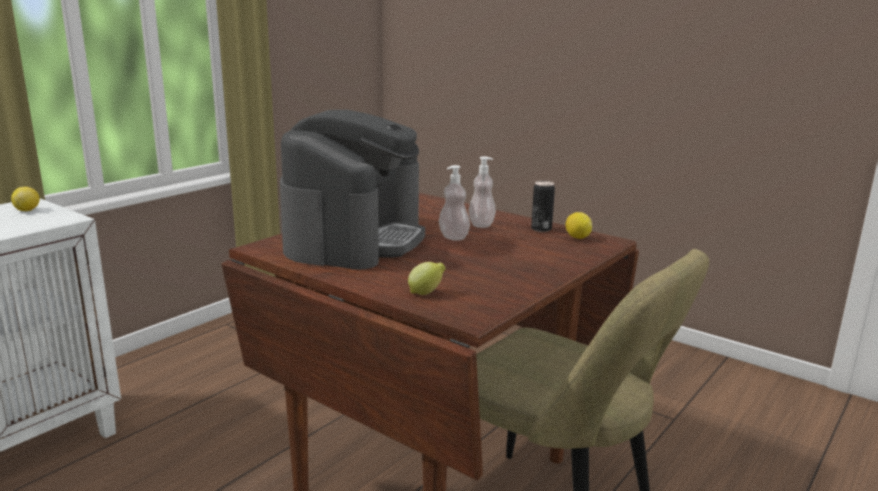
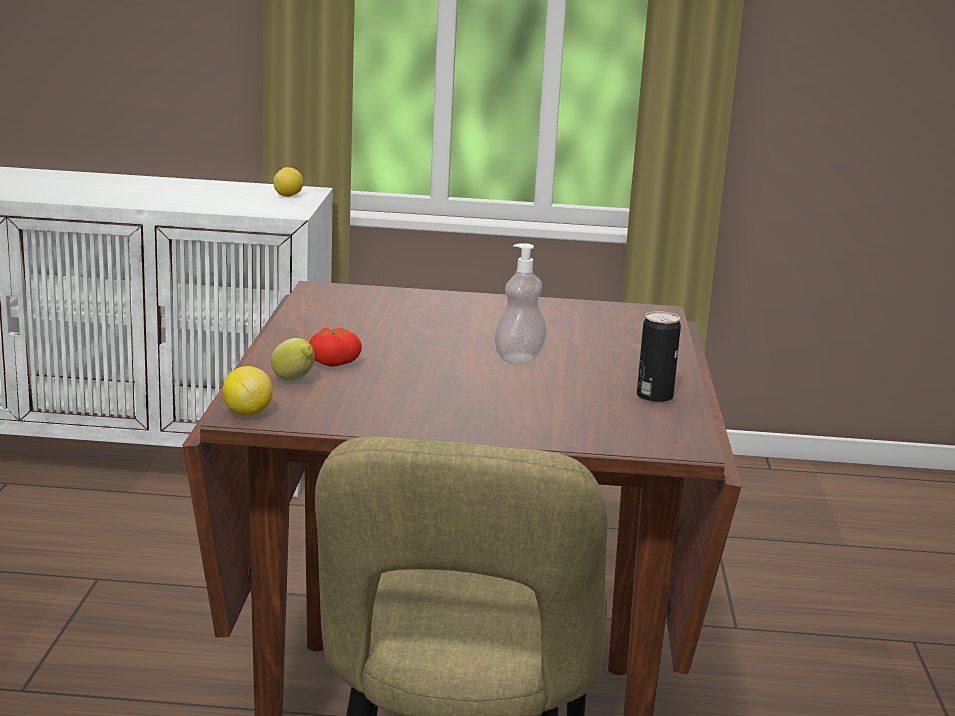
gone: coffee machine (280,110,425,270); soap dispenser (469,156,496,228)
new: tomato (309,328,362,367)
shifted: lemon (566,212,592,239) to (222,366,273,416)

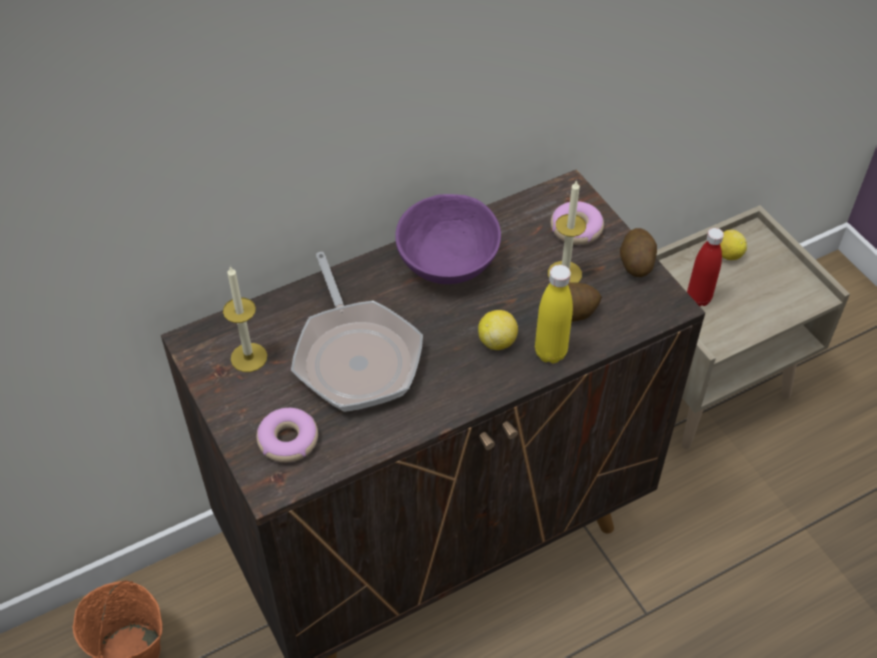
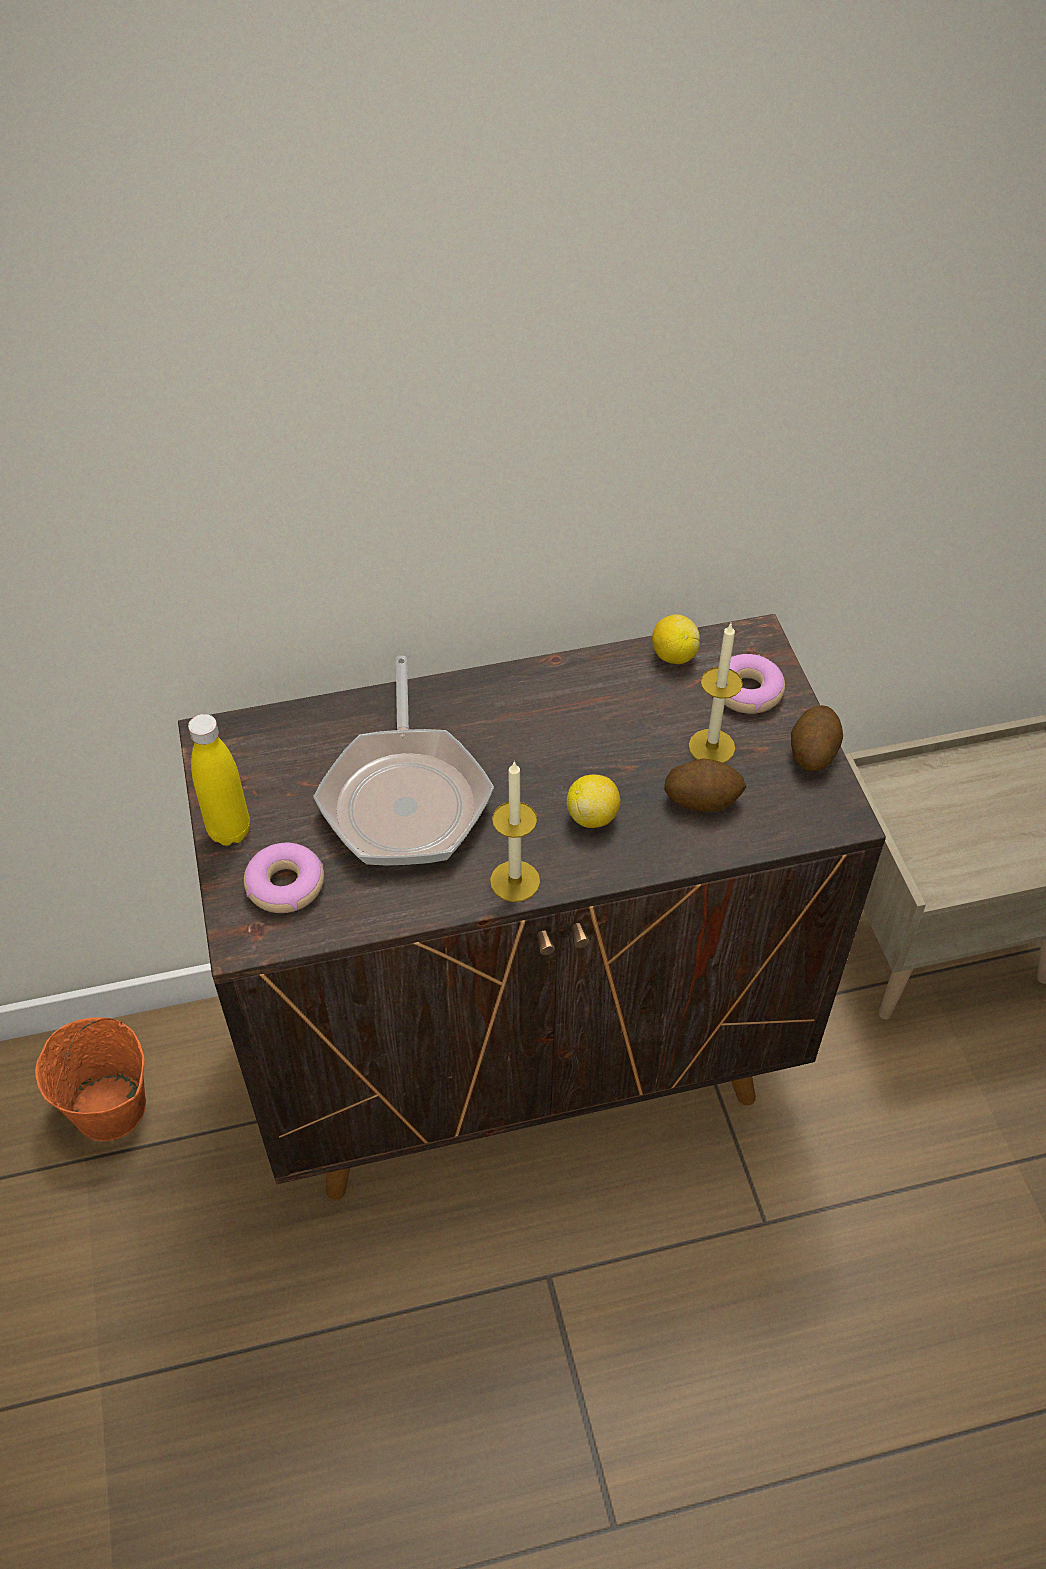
gone: purple bowl (395,194,501,284); red bottle (687,228,724,306)
shifted: lemon (720,230,747,260) to (652,614,700,664); candle (223,265,267,372) to (490,761,540,902); yellow bottle (535,265,573,363) to (188,714,250,846)

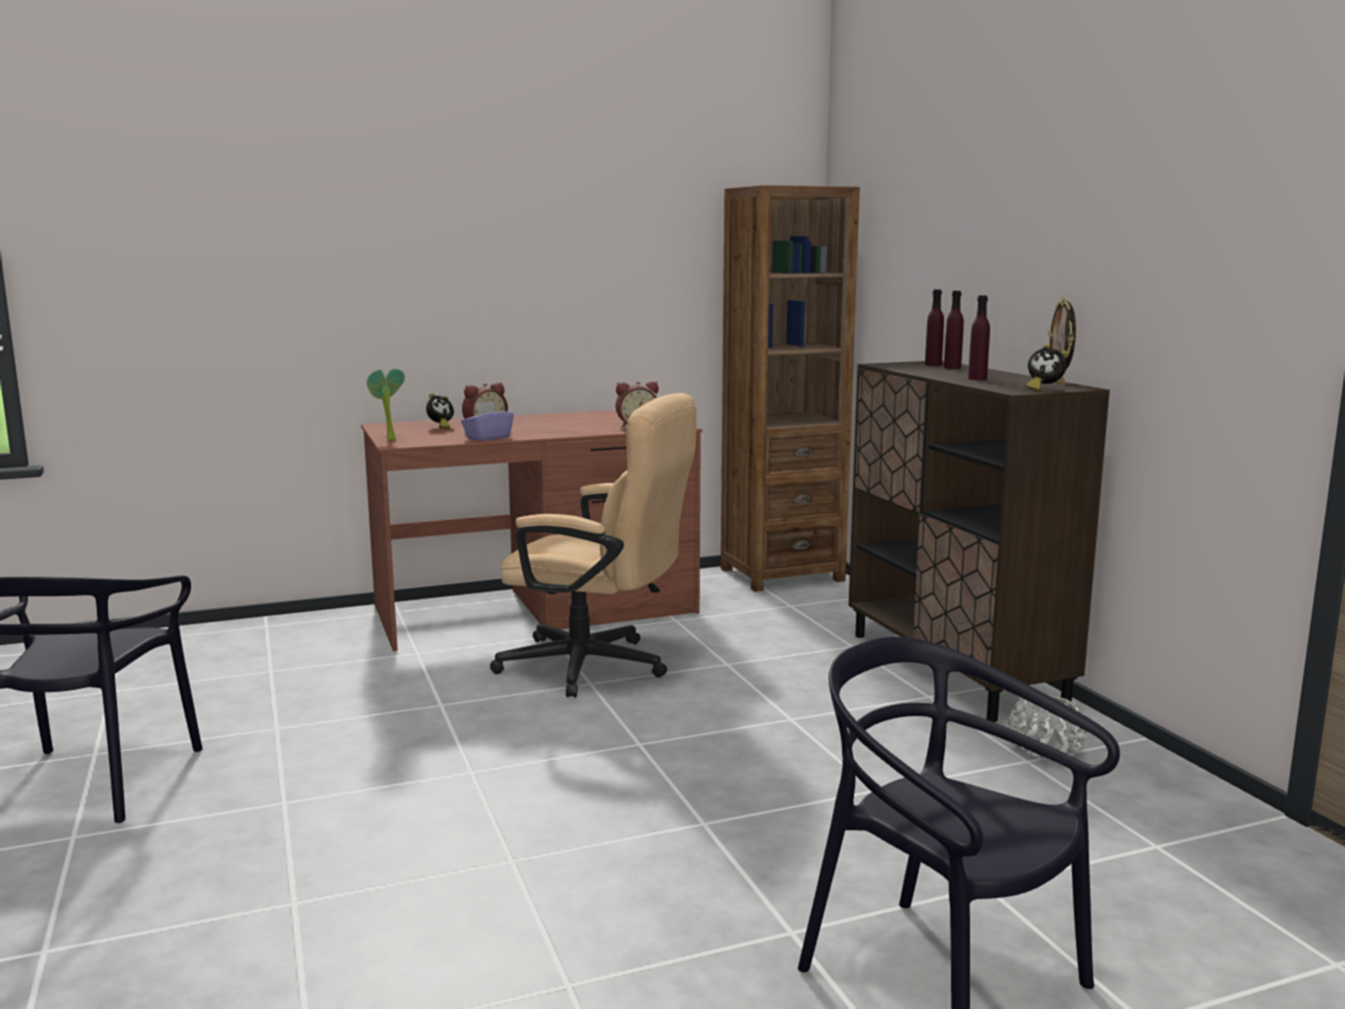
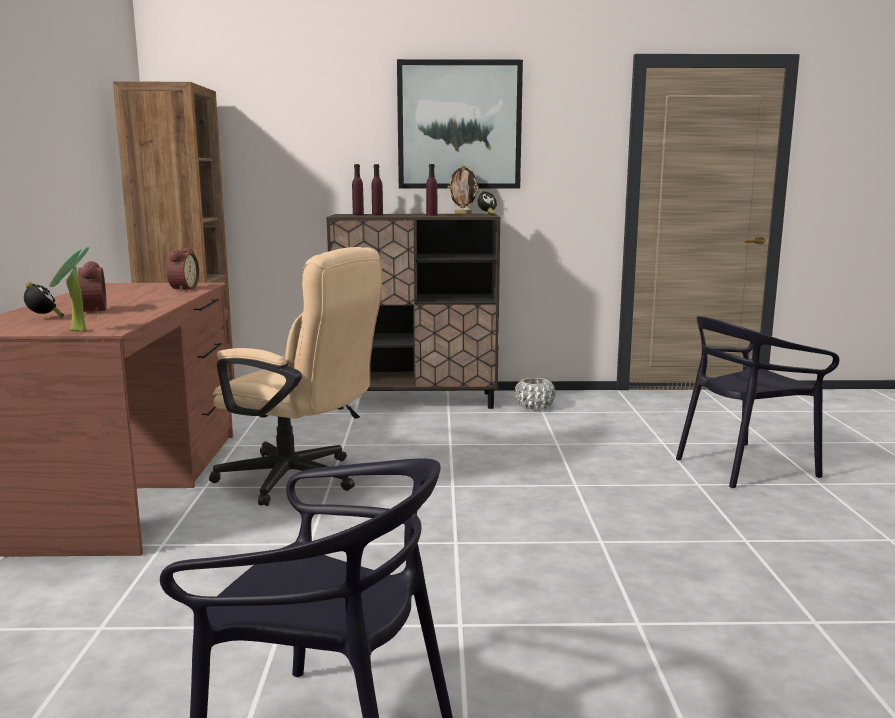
gone: purple tissue box (461,401,514,441)
new: picture (397,59,523,189)
rotated: beige office chair (490,393,697,697) = (209,247,382,506) 75 degrees clockwise

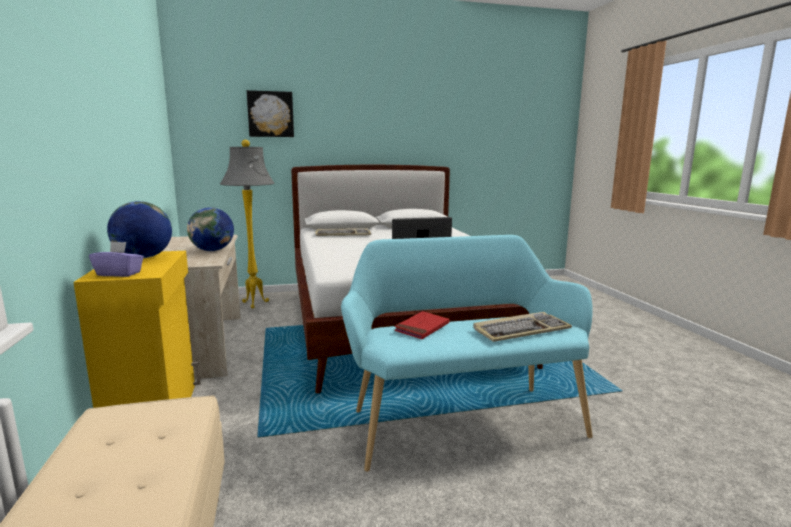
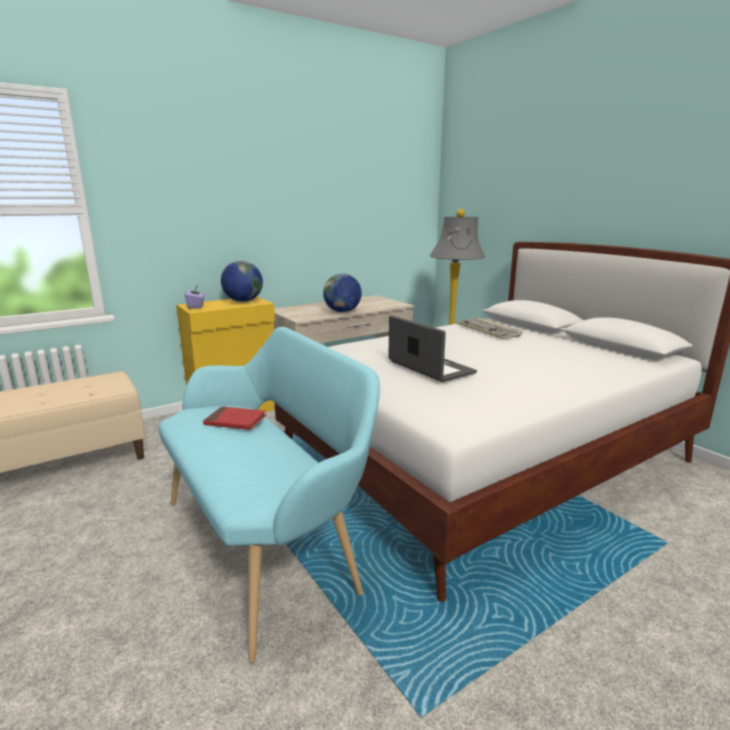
gone: picture (247,90,294,137); keyboard (473,312,572,342)

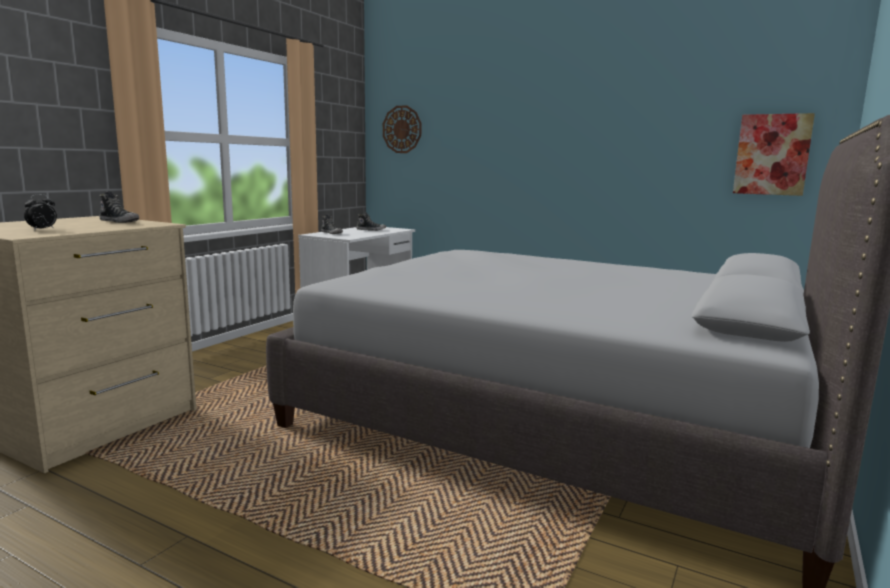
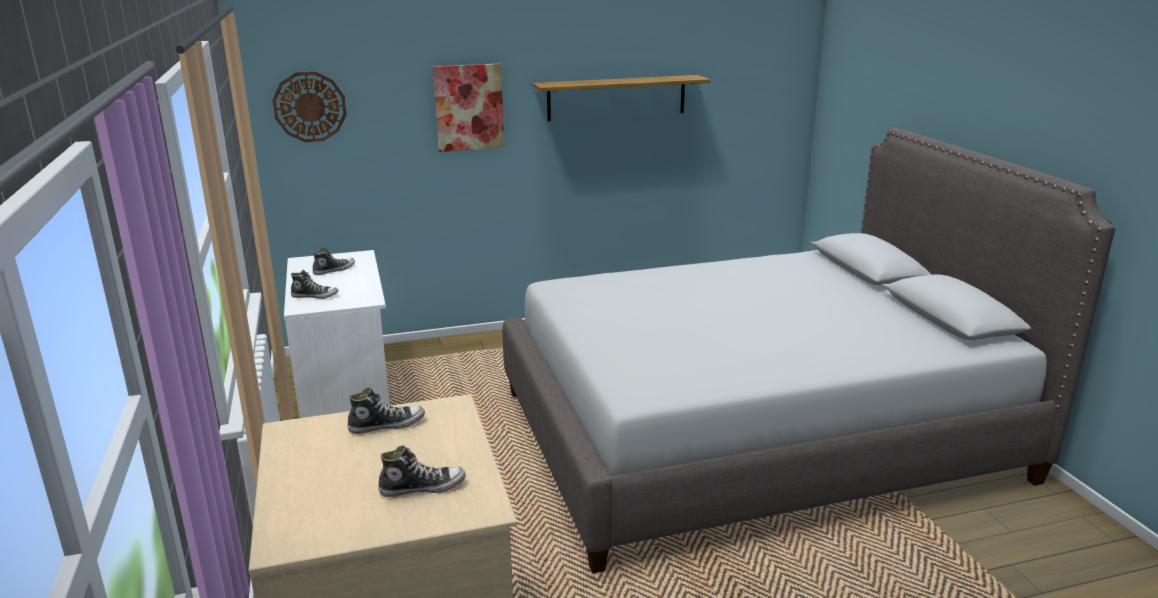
new: shelf (533,75,710,121)
shifted: picture (733,113,815,196) to (433,63,504,152)
swapped: alarm clock (24,194,57,230) to shoe (378,446,466,497)

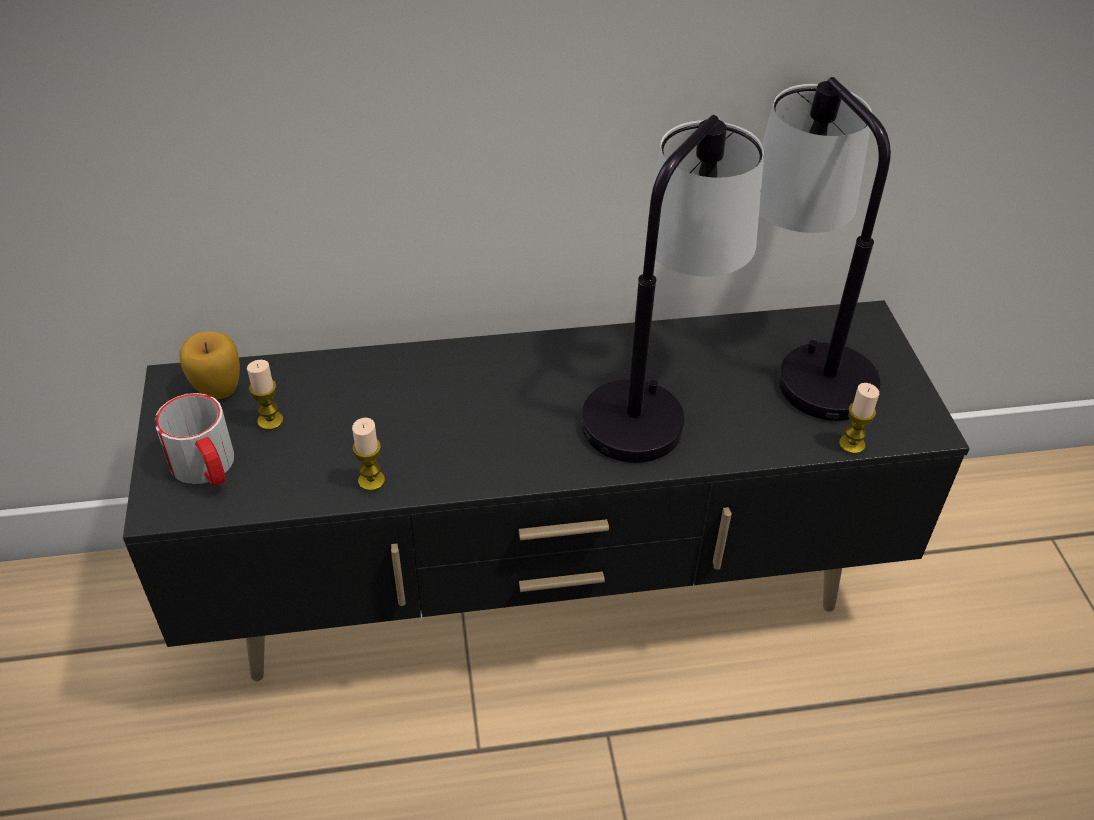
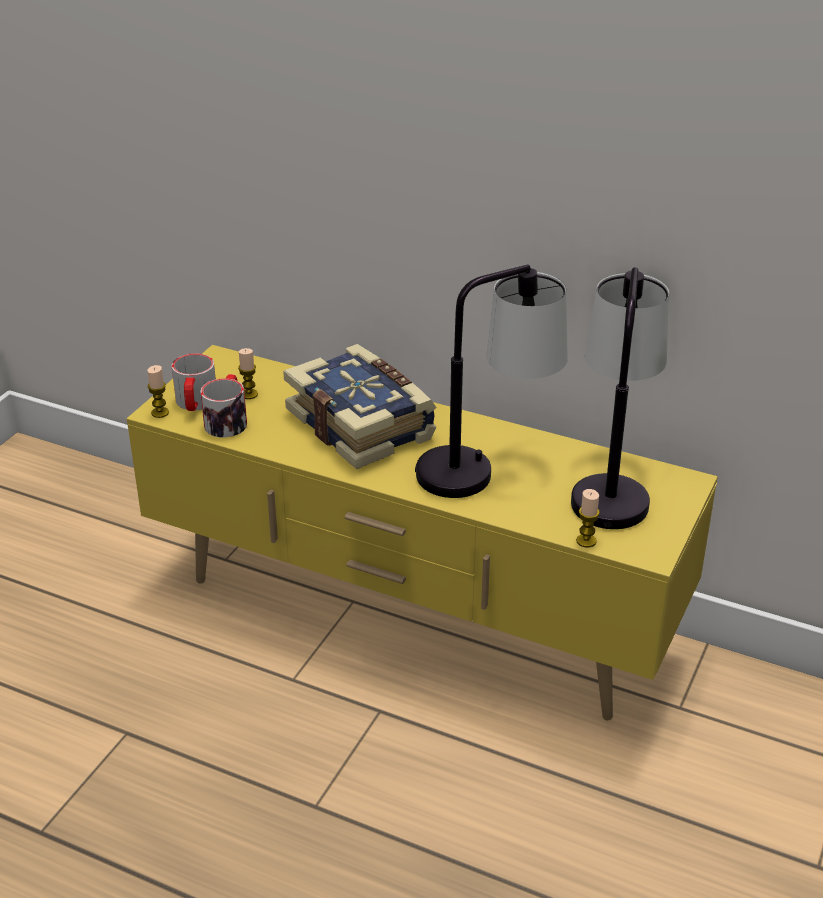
gone: apple (179,331,240,399)
new: book (283,344,437,469); mug (200,374,247,437)
shifted: candle (352,418,385,491) to (147,365,169,418)
repainted: black tv stand (123,300,970,681) to yellow tv stand (127,345,718,720)

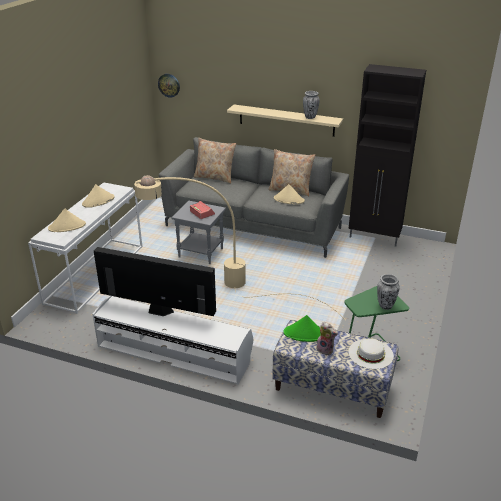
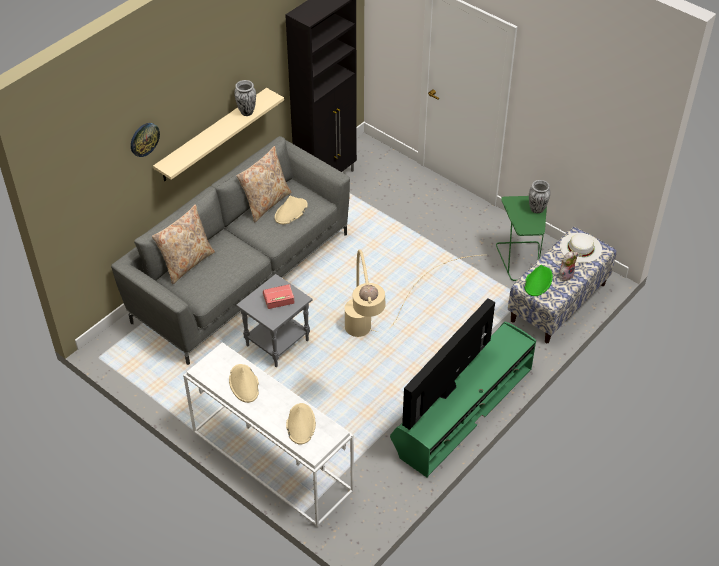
shifted: wall clock (158,74,180,98) to (131,123,160,157)
repainted: white tv stand (92,296,253,385) to green tv stand (390,322,536,477)

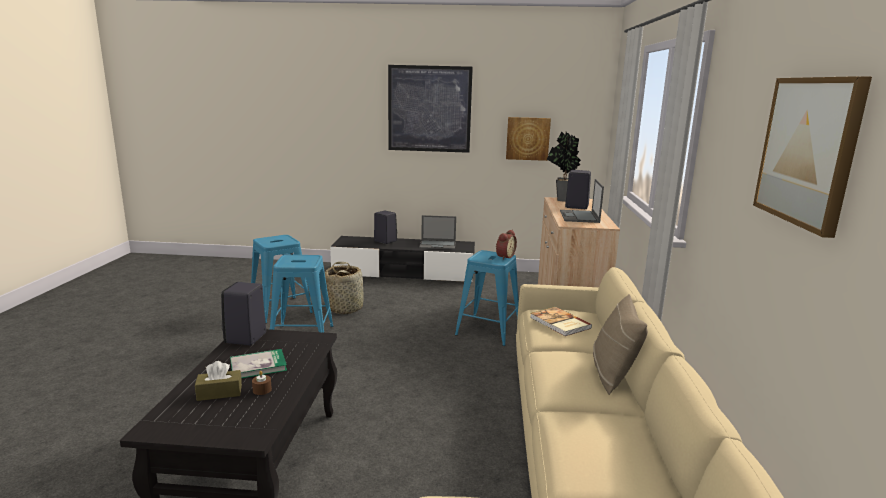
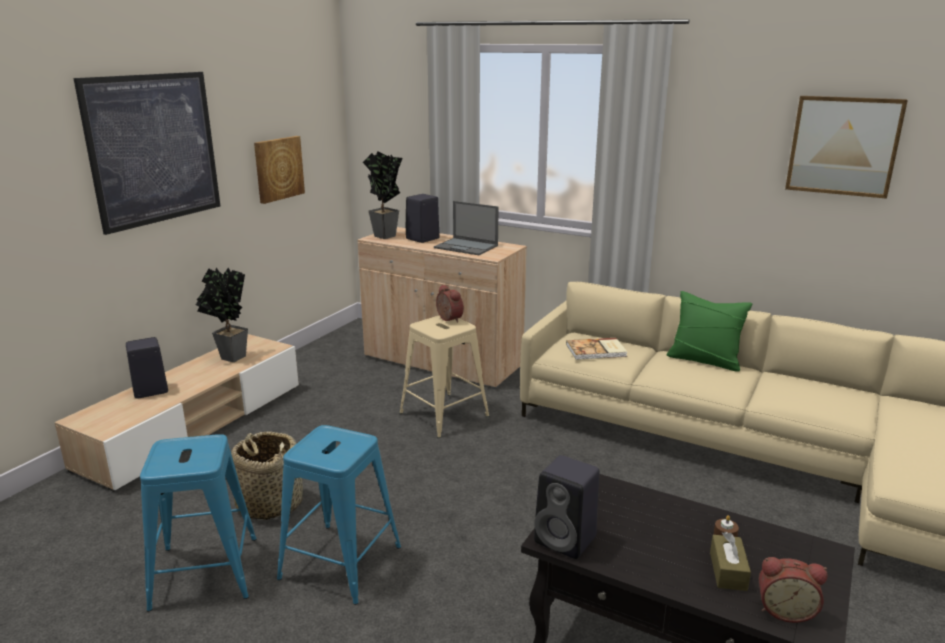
gone: book (230,349,287,378)
new: alarm clock (759,557,828,623)
swapped: laptop (419,215,456,250) to potted plant (196,267,248,362)
repainted: black tv stand (330,236,475,283) to beige tv stand (54,334,299,492); blue stool (455,250,519,346) to beige stool (400,315,489,438); beige pillow (593,294,648,395) to green pillow (667,291,752,372)

